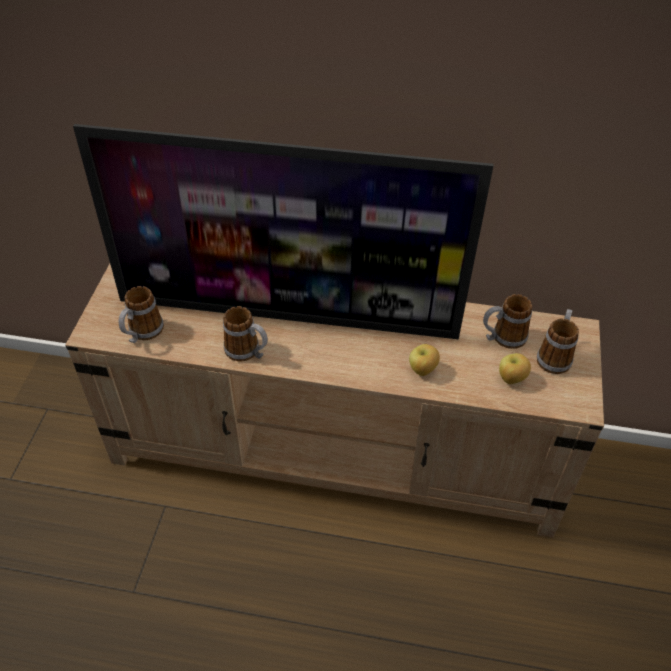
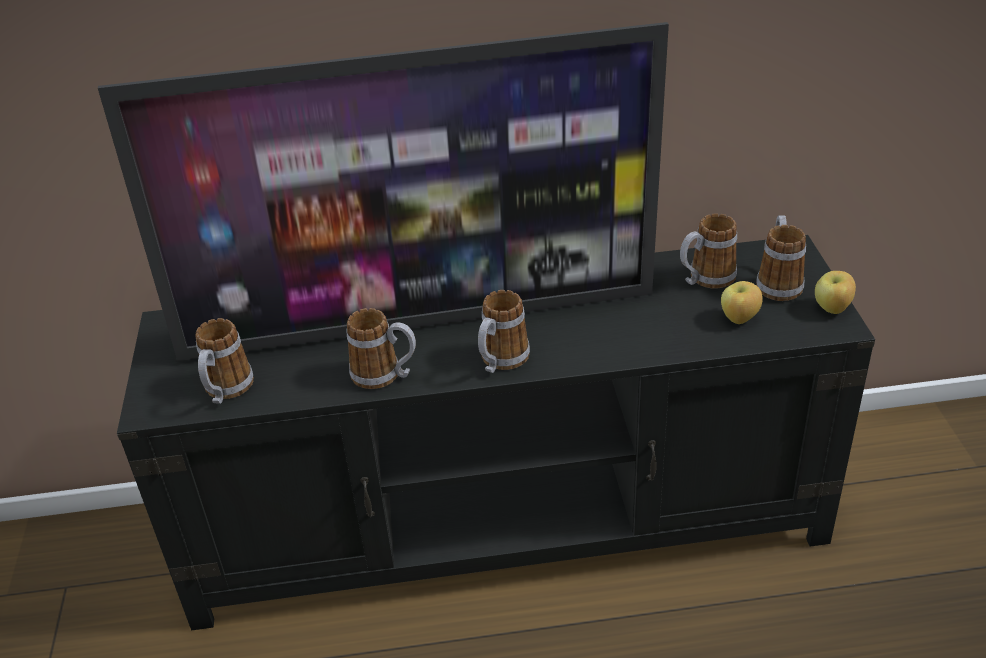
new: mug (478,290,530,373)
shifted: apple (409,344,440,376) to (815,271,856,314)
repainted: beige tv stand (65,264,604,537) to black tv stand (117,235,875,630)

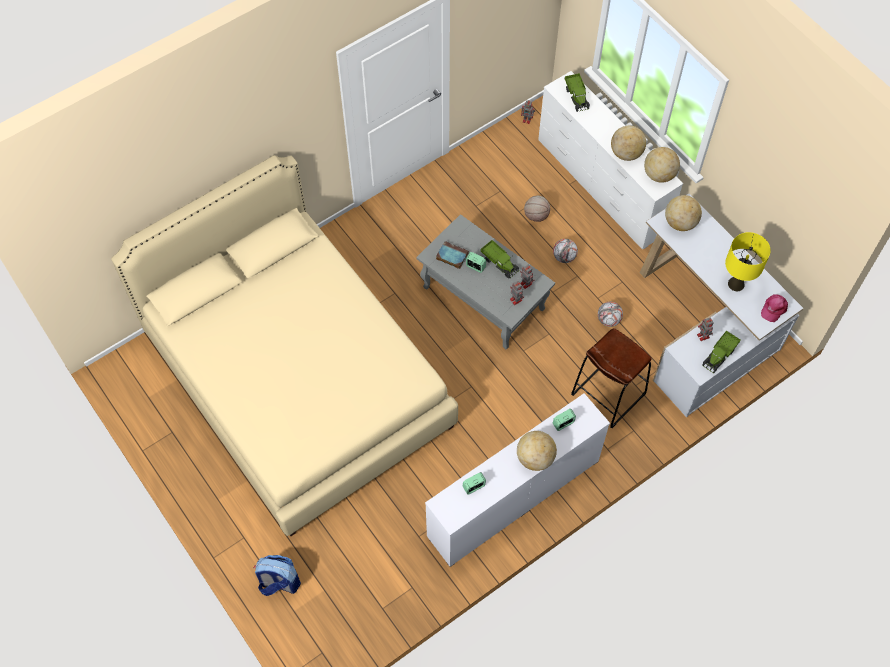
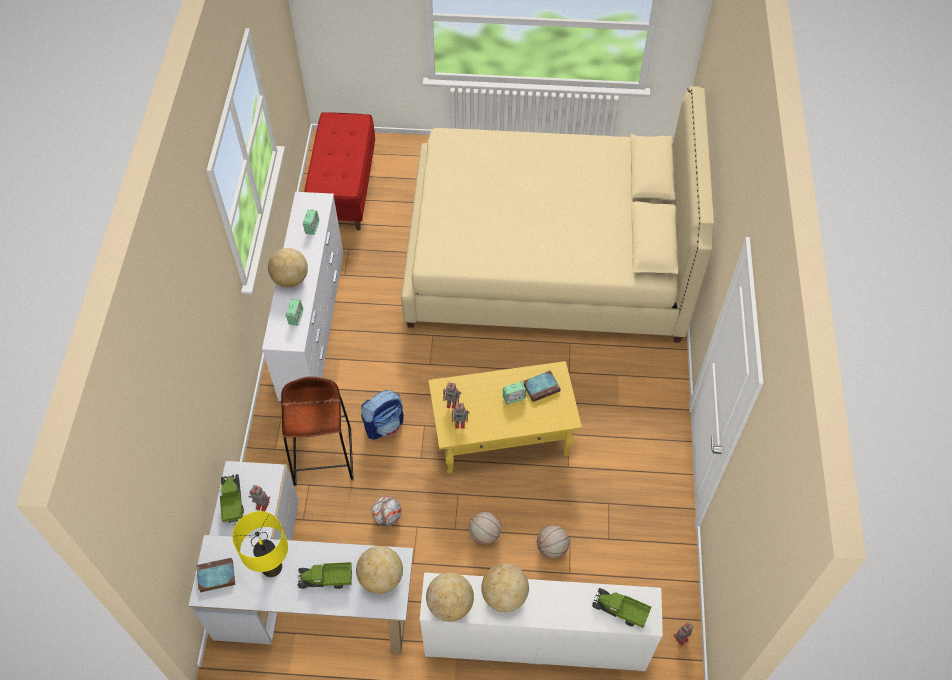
new: red bench (304,112,375,230)
shifted: toy truck (480,240,519,279) to (298,562,352,589); backpack (254,555,301,596) to (361,390,404,440)
swapped: football (553,239,578,263) to basketball (469,512,501,545); pink cap (761,294,788,322) to book (196,558,235,592)
repainted: grey coffee table (416,214,555,349) to yellow coffee table (429,361,582,474)

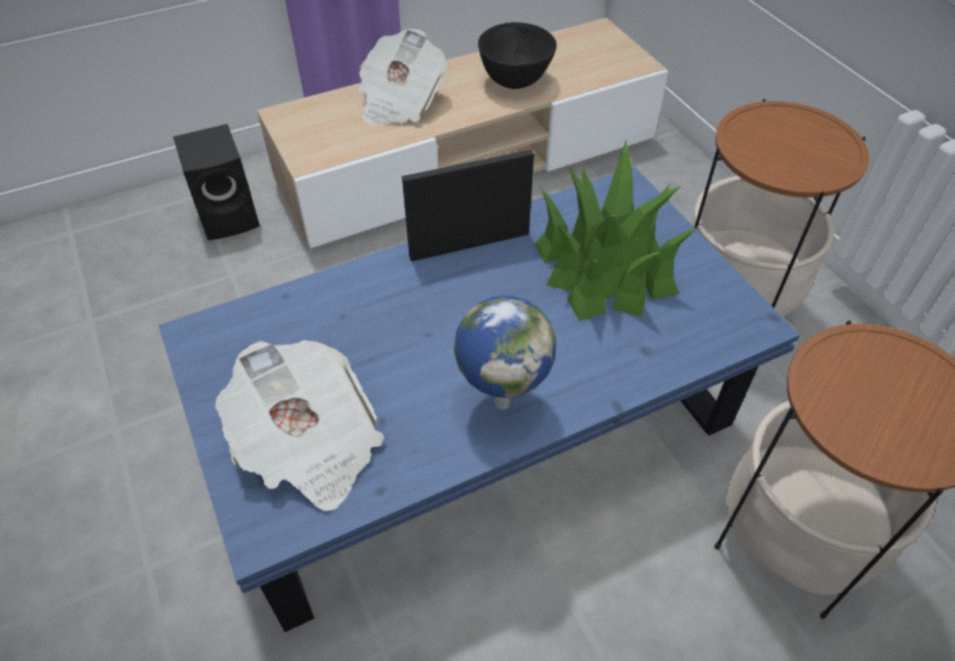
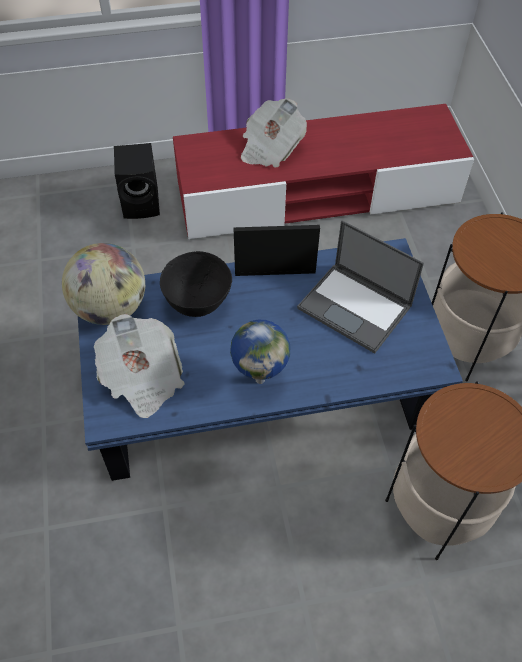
new: globe (62,243,145,325)
shifted: black bowl (478,22,557,89) to (160,251,232,317)
swapped: potted plant (534,141,698,321) to laptop (297,220,424,354)
repainted: beige tv stand (257,18,668,248) to red tv stand (173,104,474,239)

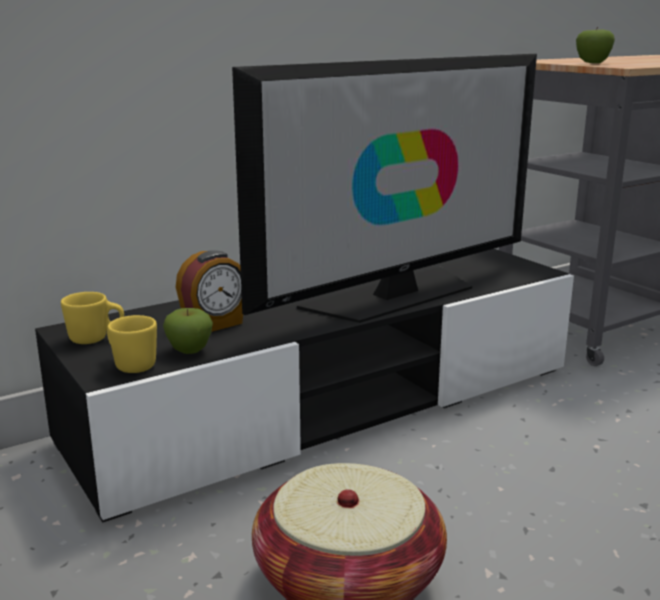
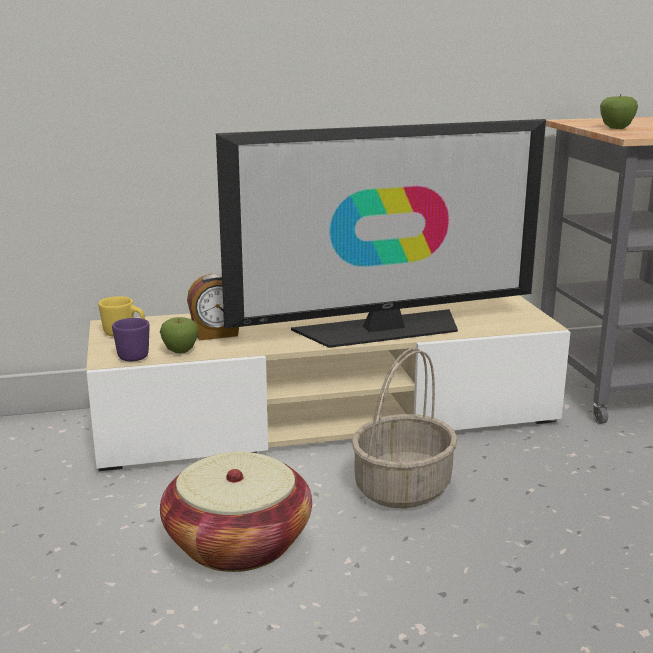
new: basket (352,348,458,509)
repainted: black tv stand (35,249,574,523) to beige tv stand (86,295,570,471); yellow mug (107,315,157,373) to purple mug (112,318,149,361)

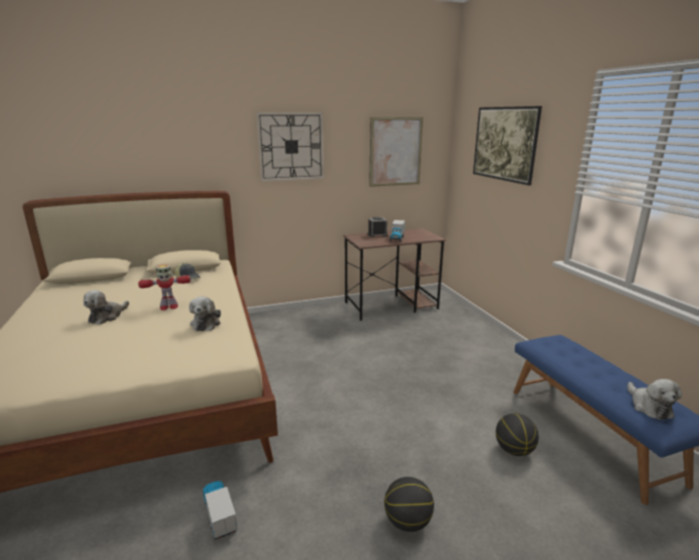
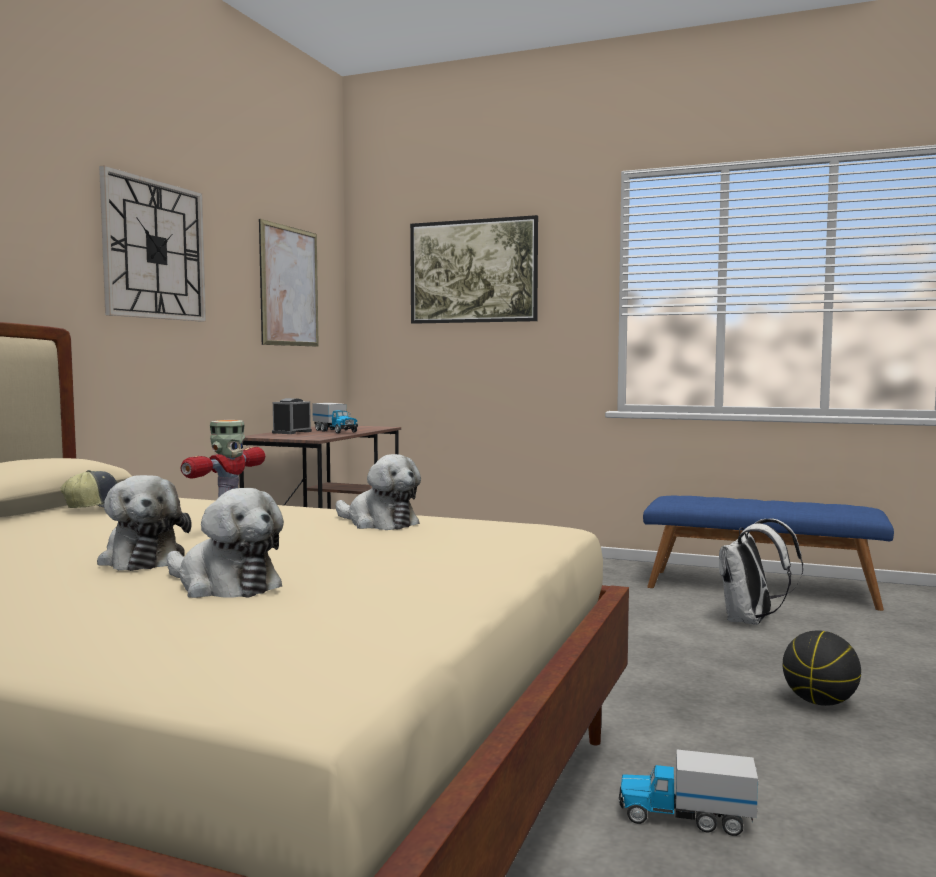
shifted: plush toy (627,379,682,420) to (167,488,284,598)
swapped: basketball (496,413,539,456) to white backpack (719,518,803,625)

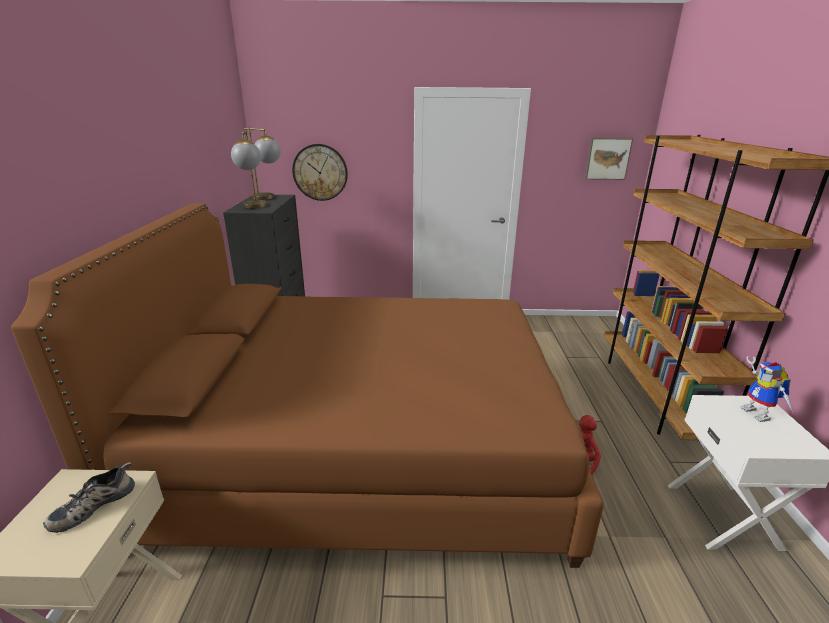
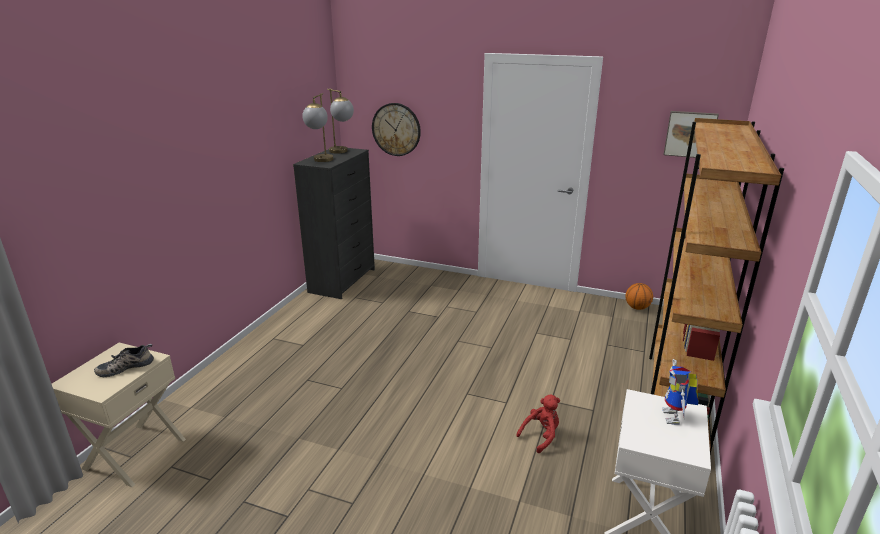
gone: brown bed (11,203,604,568)
new: basketball (625,283,653,310)

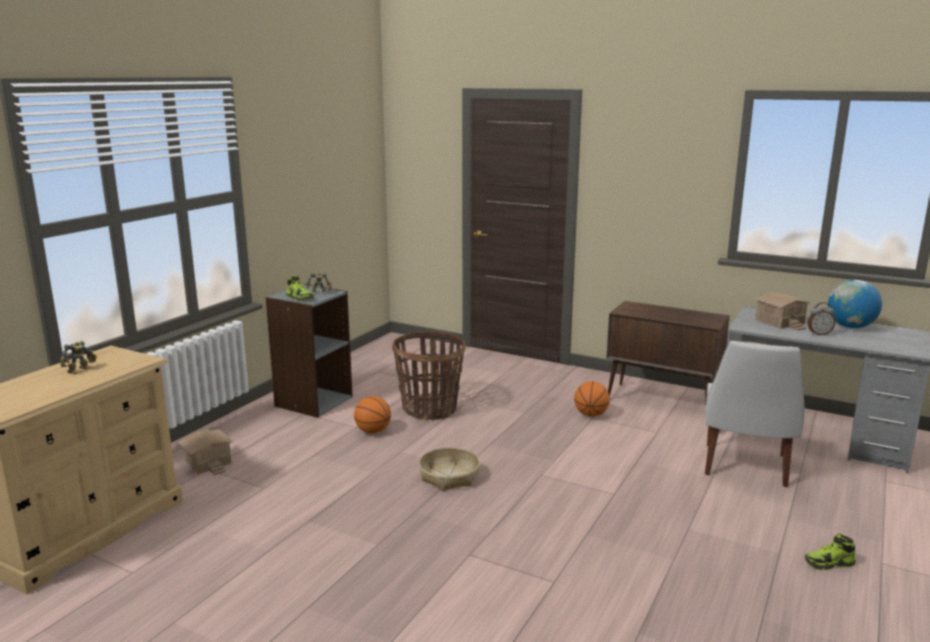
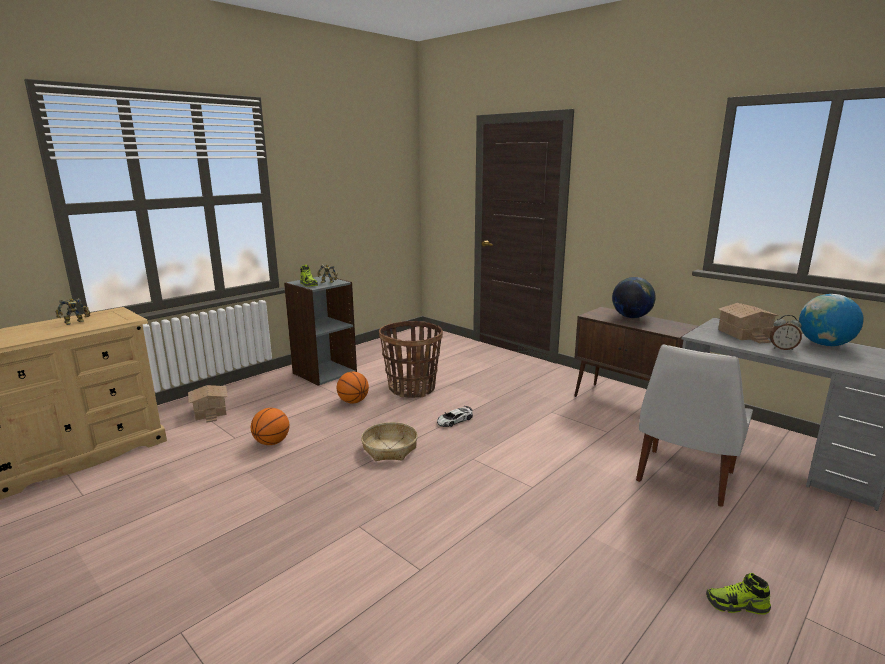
new: globe (612,277,656,318); toy car (437,406,473,427)
shifted: basketball (574,381,610,417) to (251,408,289,445)

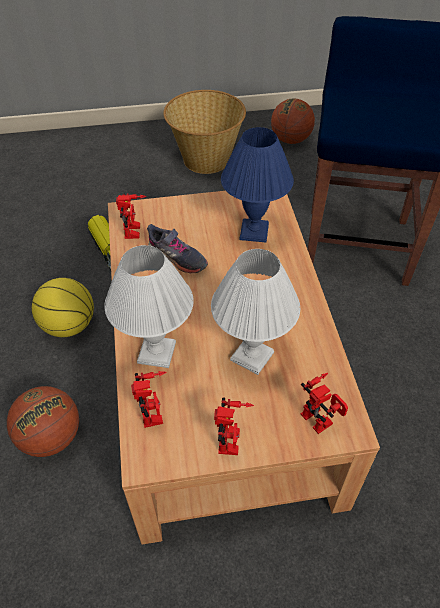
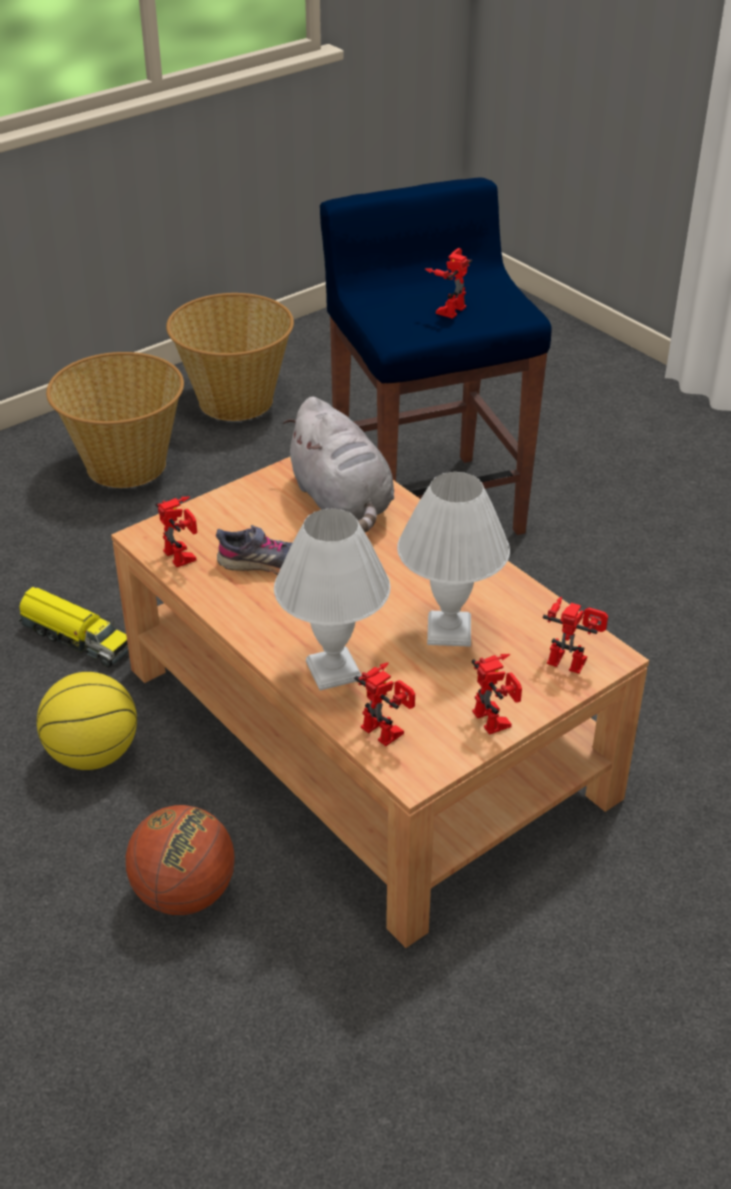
new: toy robot (425,248,472,319)
swapped: basketball (271,98,315,144) to basket (166,293,294,421); blue table lamp (221,127,294,242) to grey plush toy (283,396,394,532)

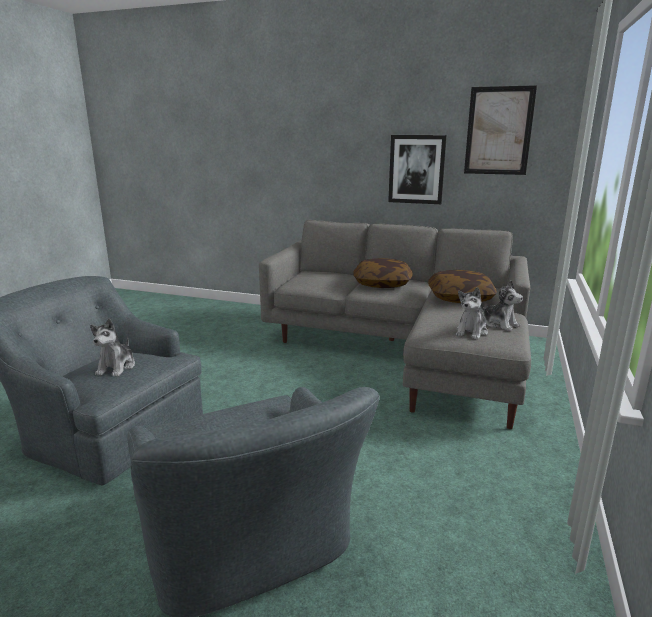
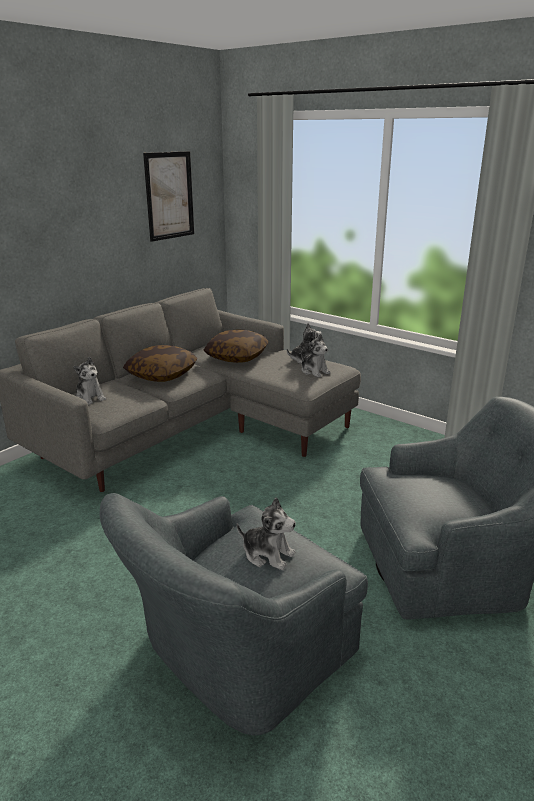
gone: picture (388,135,447,204)
new: plush toy (73,357,106,405)

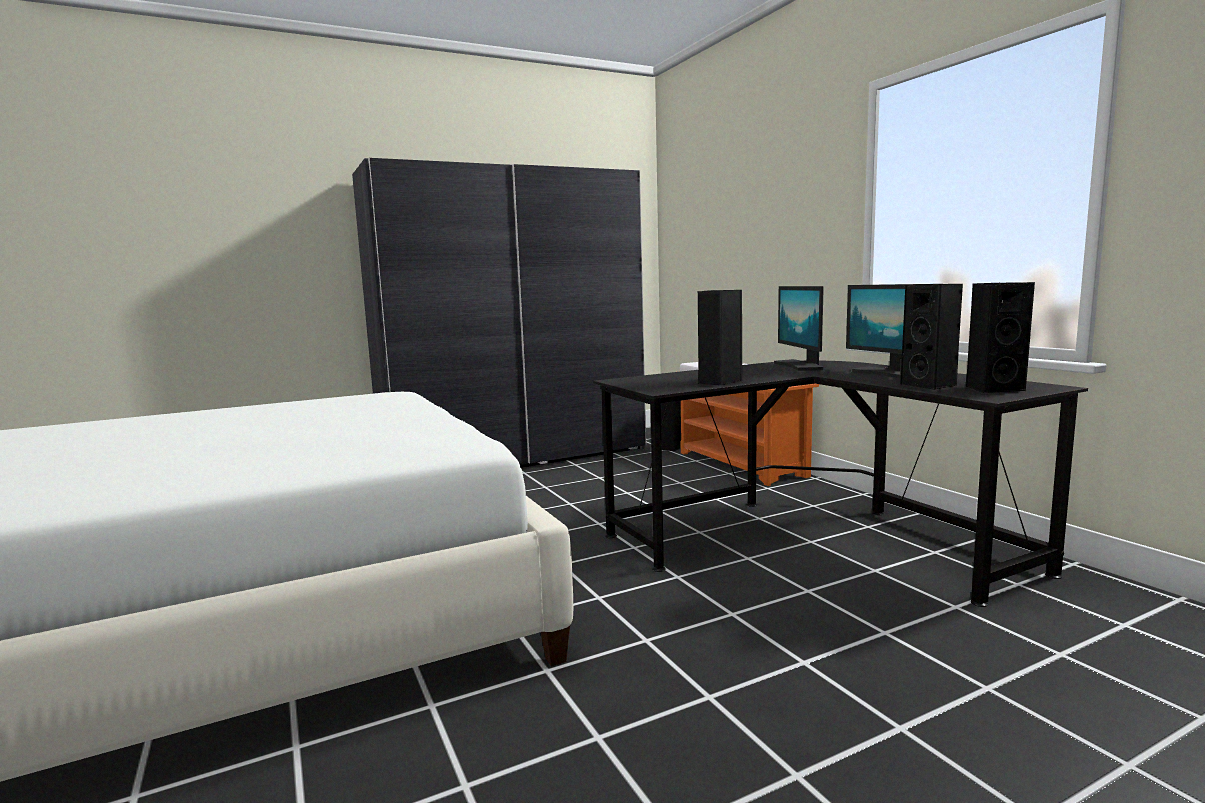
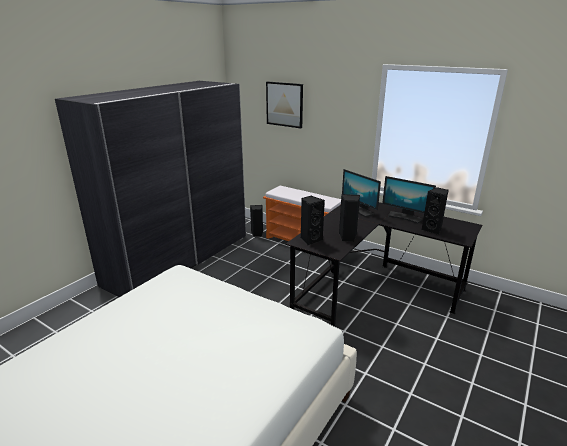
new: picture (266,81,303,128)
shifted: black speaker (966,282,1035,393) to (301,196,325,246)

